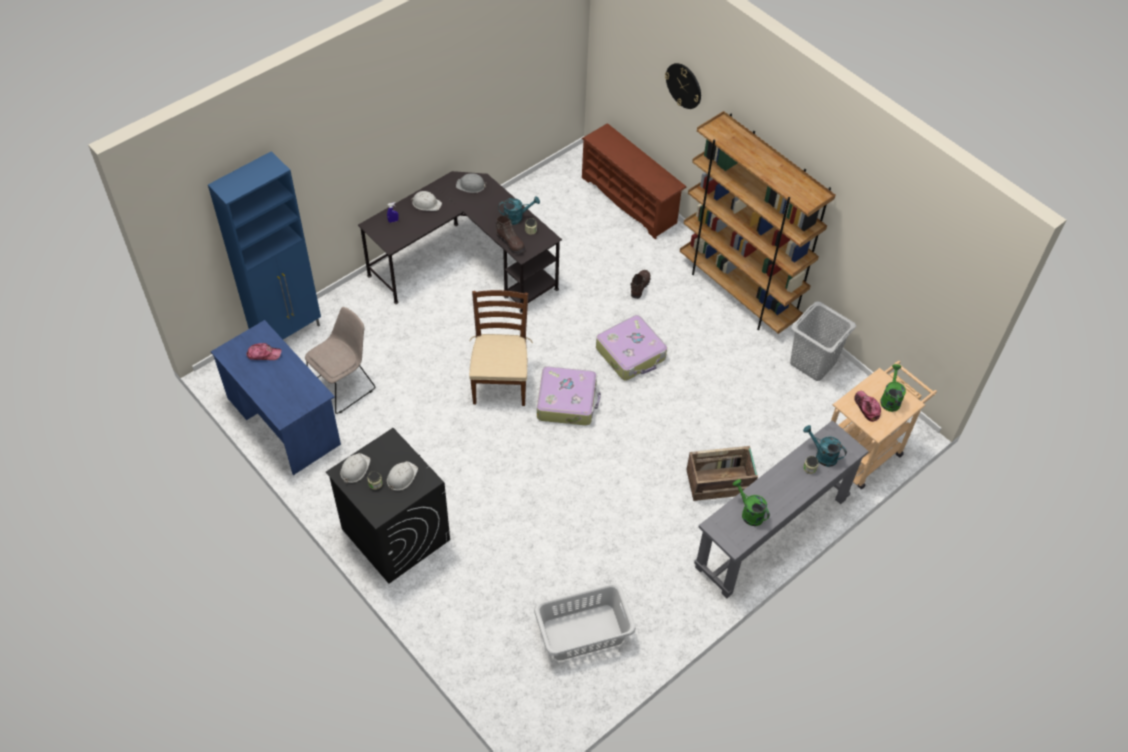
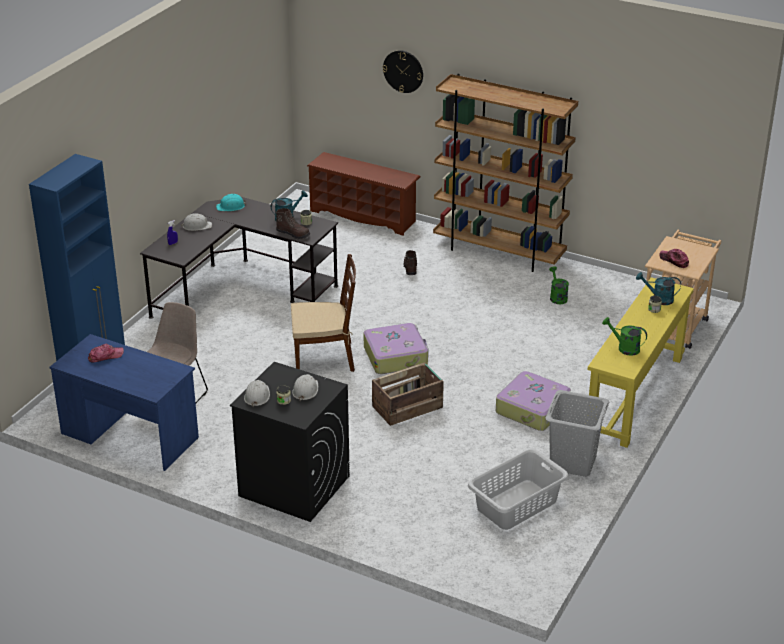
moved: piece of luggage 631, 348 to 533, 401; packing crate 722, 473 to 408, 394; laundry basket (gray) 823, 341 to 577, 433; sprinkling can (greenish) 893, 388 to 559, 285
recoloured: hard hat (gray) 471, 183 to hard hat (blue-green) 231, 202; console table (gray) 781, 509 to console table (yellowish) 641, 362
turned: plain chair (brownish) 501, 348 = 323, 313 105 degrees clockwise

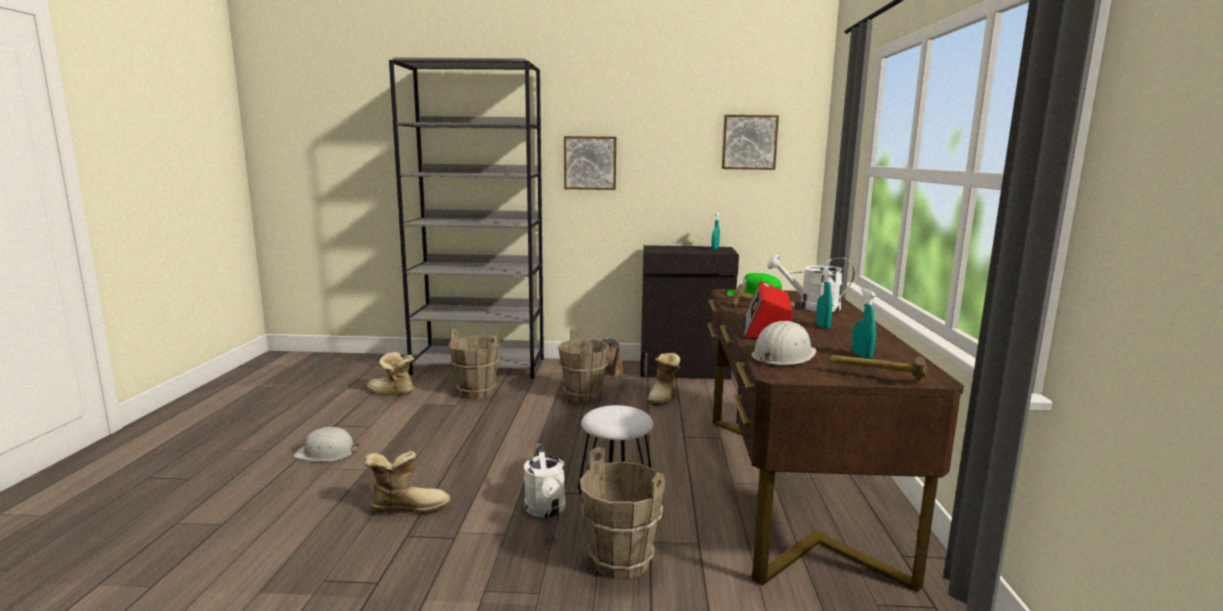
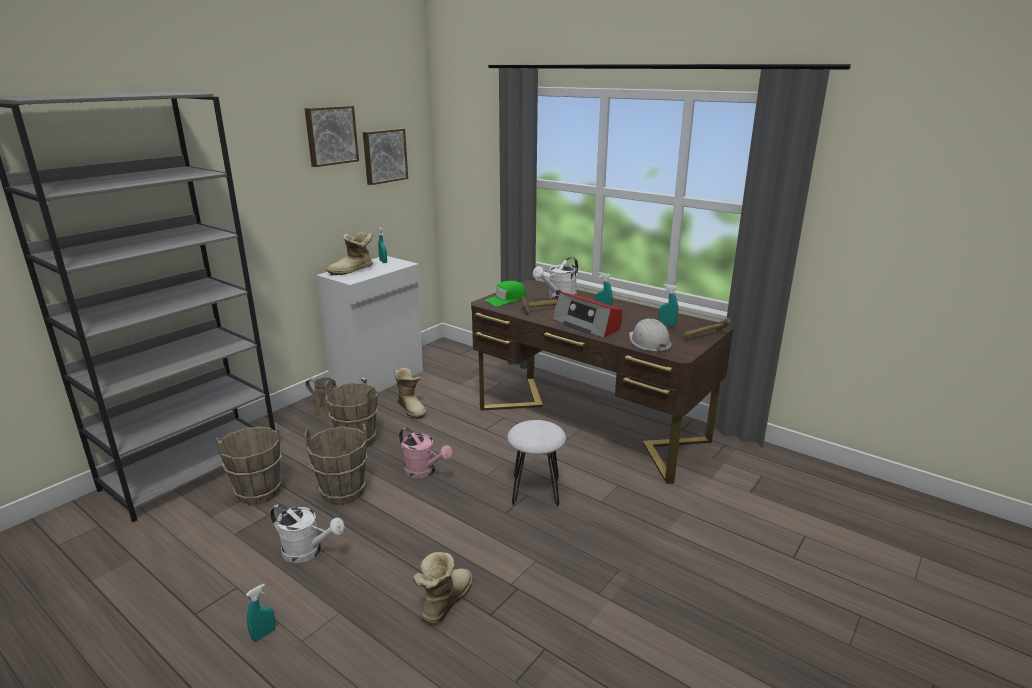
added: sprinkling can (pink) 426, 452
moved: boot 391, 373 to 349, 254; sprinkling can (white-coloured) 545, 480 to 307, 533; picture 590, 163 to 332, 136; water bucket (brownish) 622, 513 to 336, 464
replaced: hard hat (white-coloured) 326, 444 to spray bottle (blue-green) 260, 612
recoloured: cabinet (black-coloured) 690, 312 to cabinet (white-coloured) 369, 324

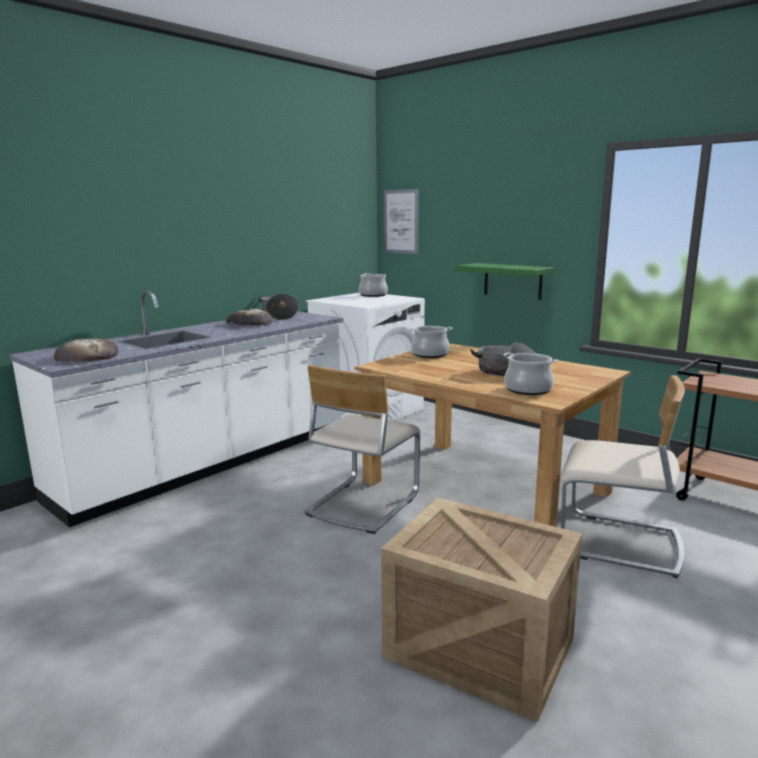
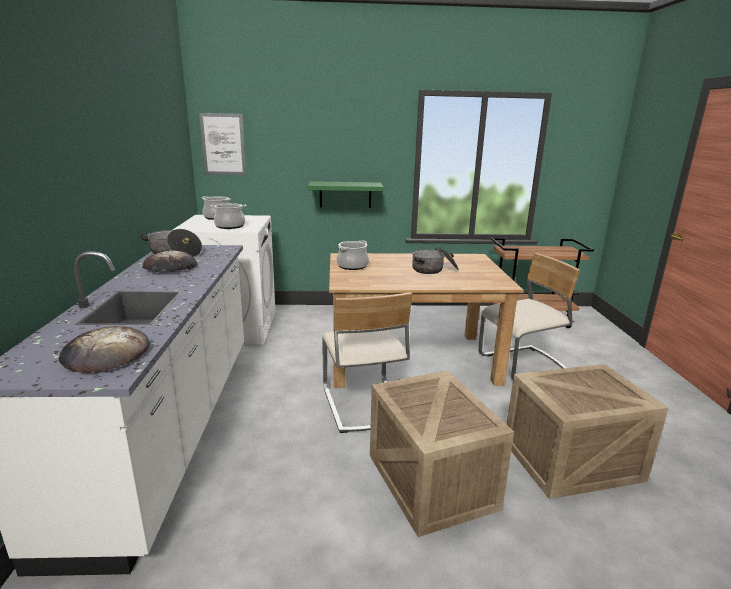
added: packing crate 442, 453
moved: cooking pot 530, 374 to 228, 216

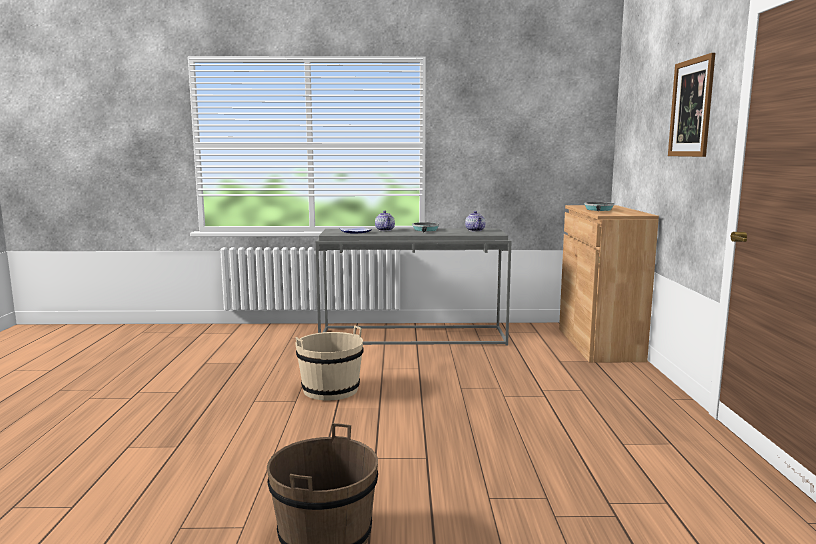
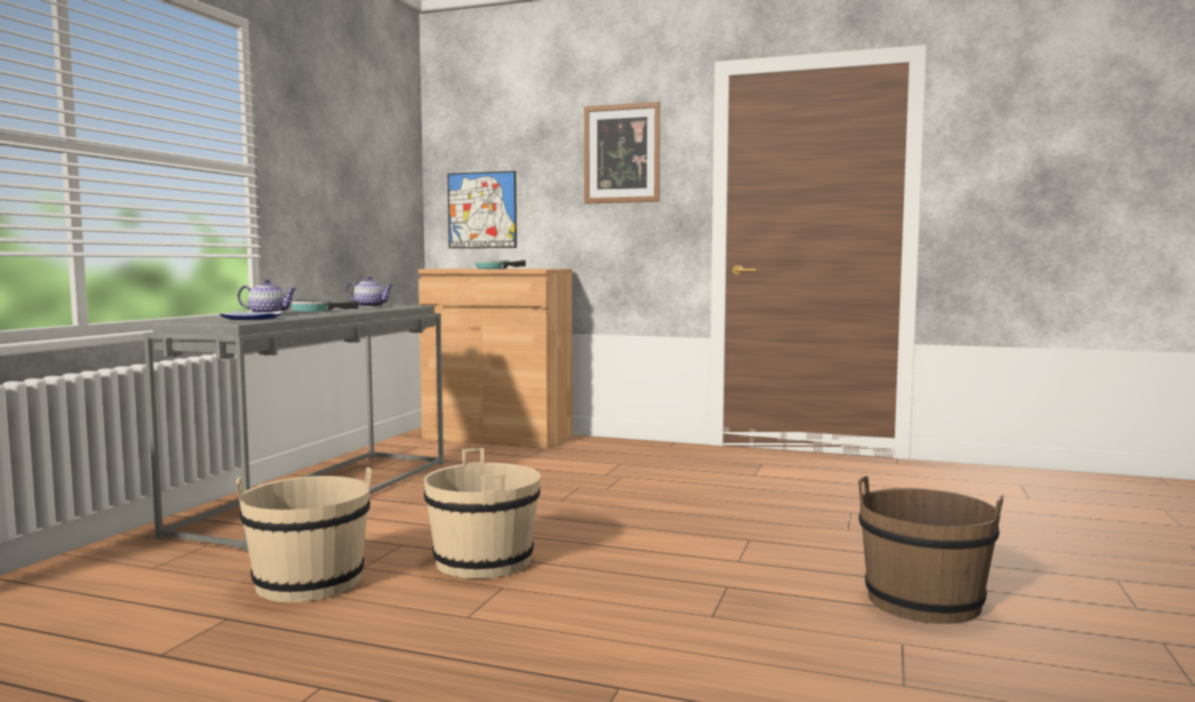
added: water bucket (beige-coloured) 304, 534; picture 482, 209

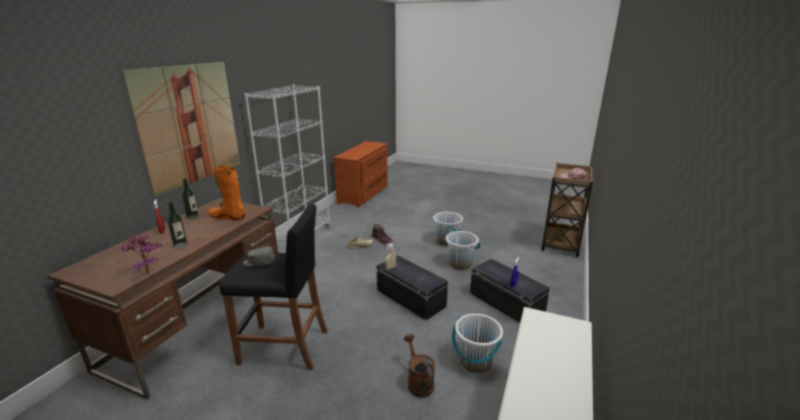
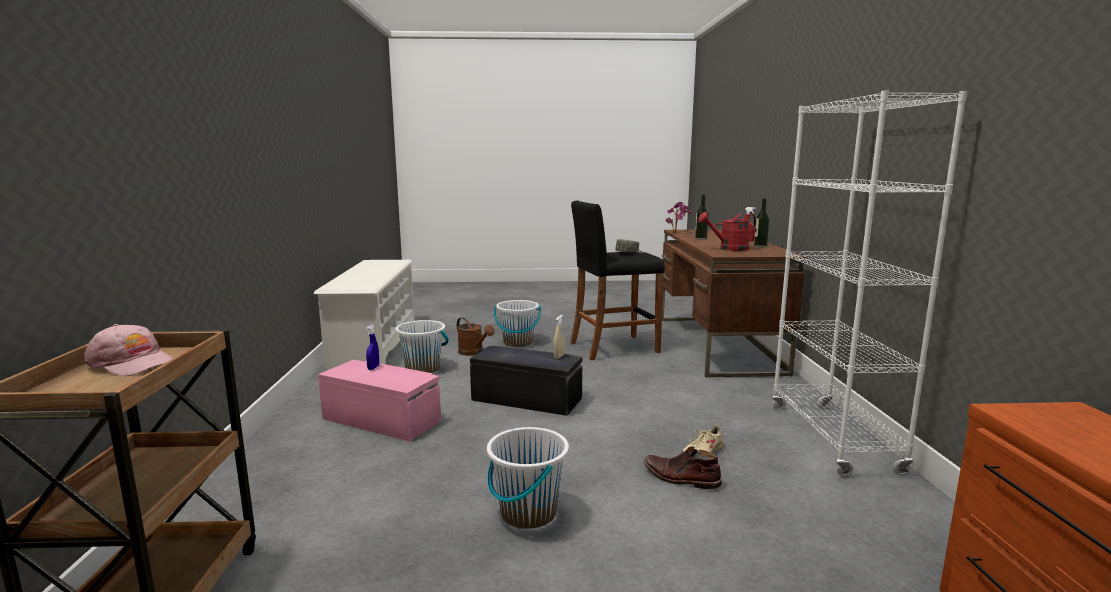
removed: picture 181, 129
moved: water bucket (white-coloured) 462, 250 to 517, 323
replaced: boot (orange) 227, 193 to sprinkling can (red-coloured) 727, 231
recoloured: storage bin (black-coloured) 510, 291 to storage bin (pink) 379, 400

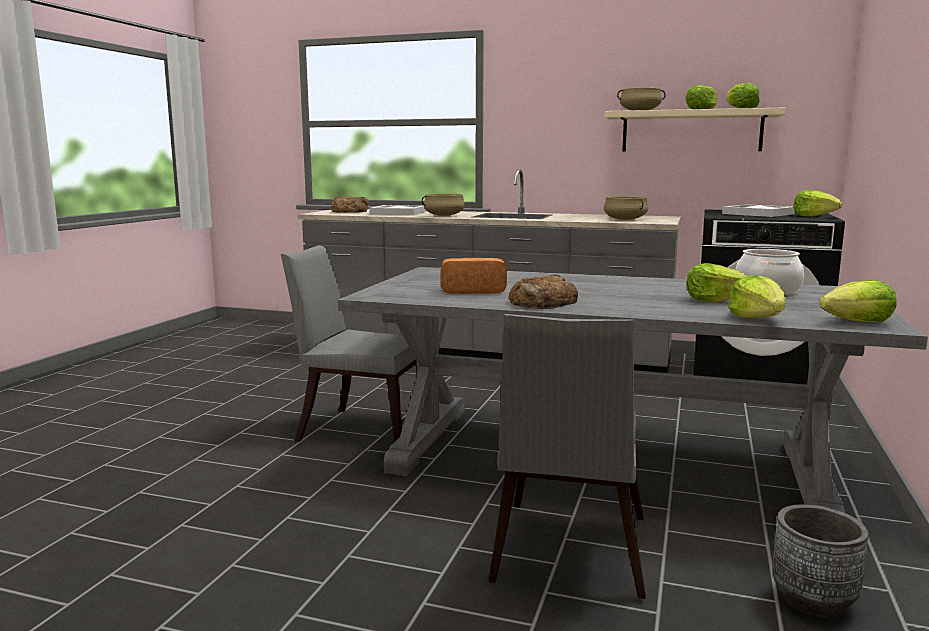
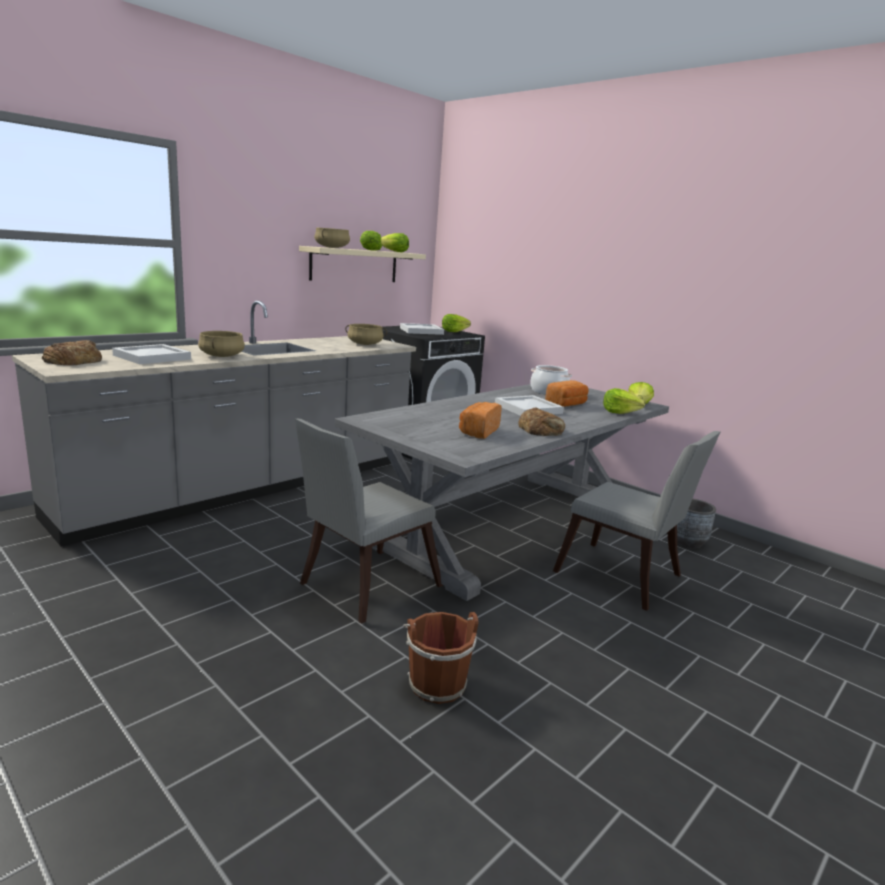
added: water bucket (brownish) 440, 658; carrying tray (white-coloured) 529, 405
replaced: head of lettuce 717, 282 to bakery bread 567, 393

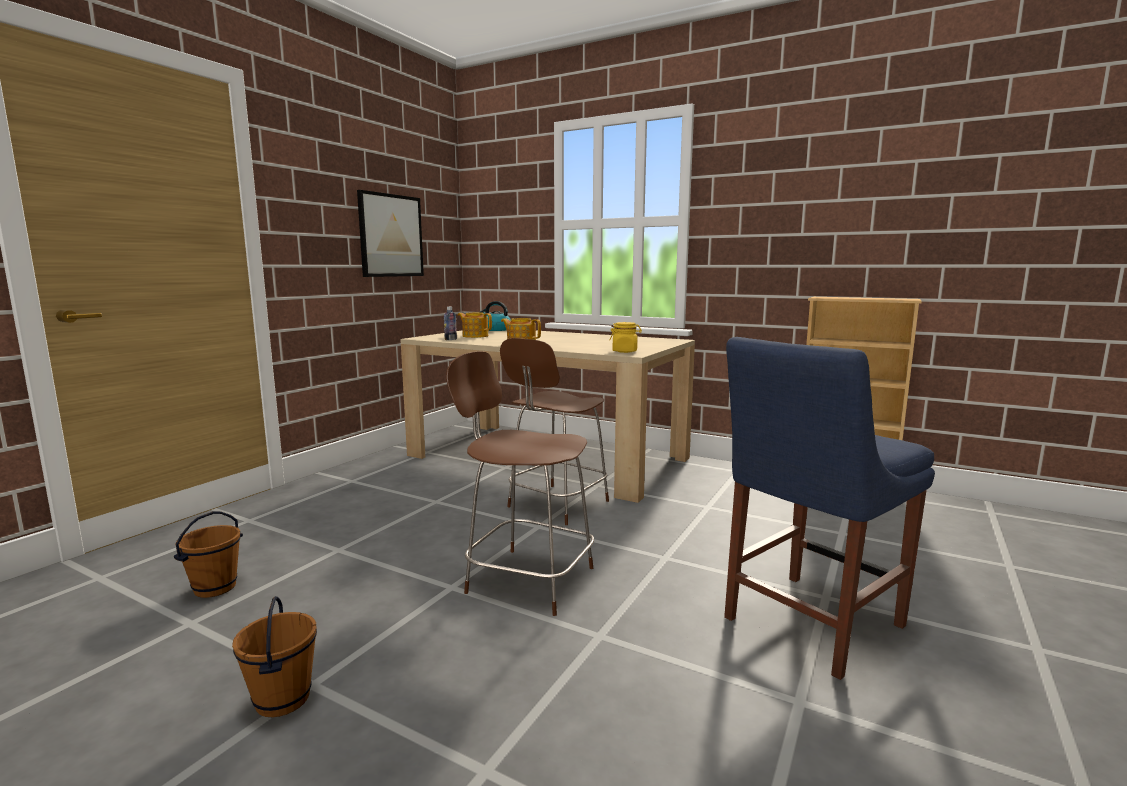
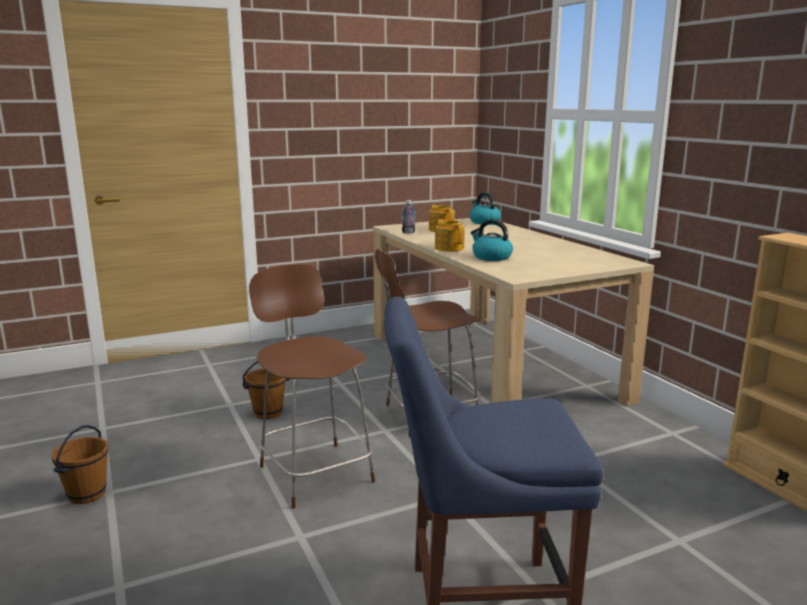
removed: picture 390, 233; preserve jar (yellowish) 625, 337
added: kettle 491, 240
moved: water bucket (brownish) 208, 554 to 266, 390

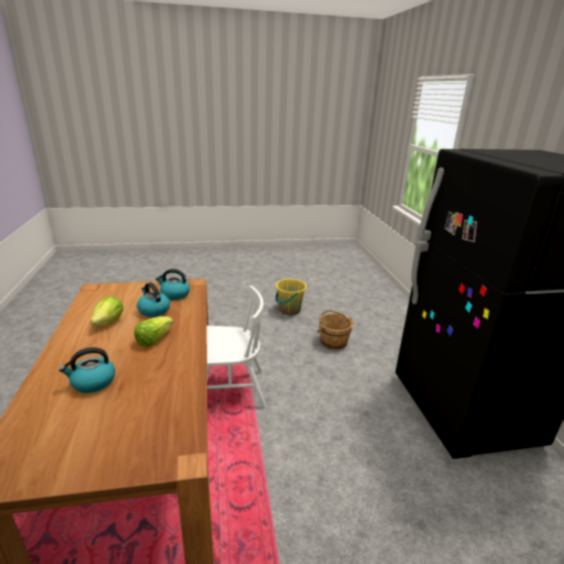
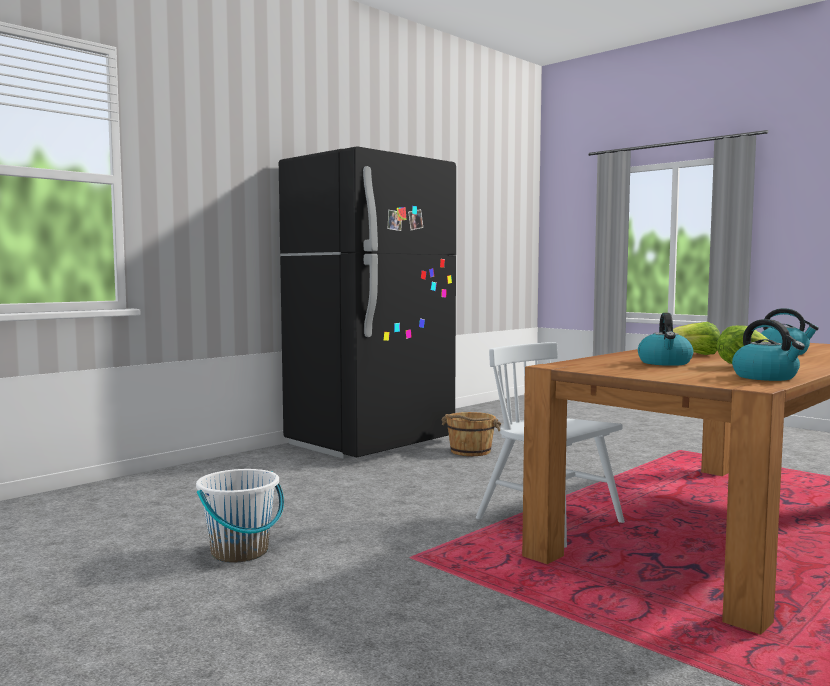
moved: kettle 173, 284 to 768, 350; water bucket (brownish) 335, 330 to 471, 434
recoloured: water bucket (yellowish) 291, 297 to water bucket (white-coloured) 240, 515

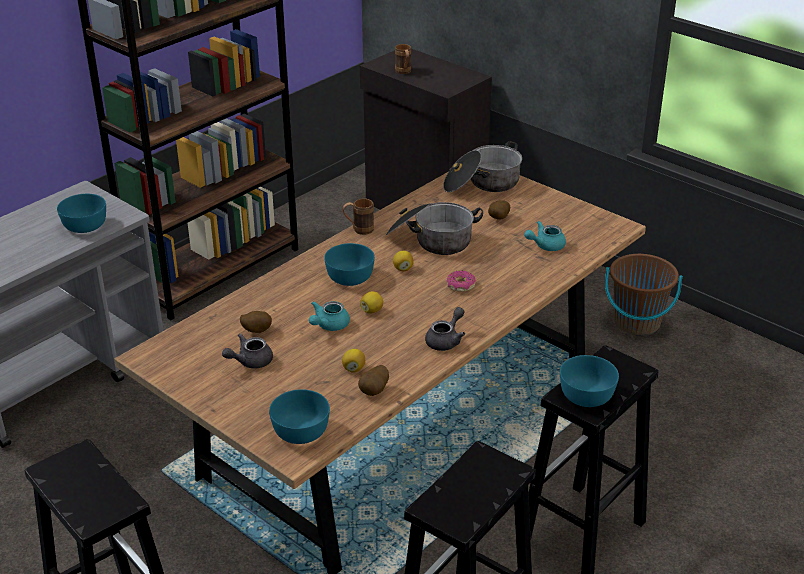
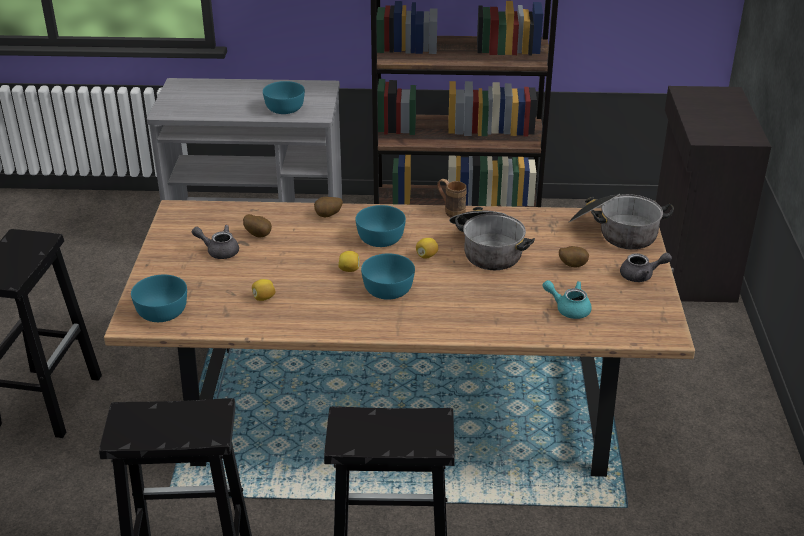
removed: tea pot (blue-green) 329, 316; coffee mug (brownish) 403, 59; doughnut 461, 281; water bucket (brownish) 643, 294
moved: whole potato 373, 380 to 328, 207; tea pot (gray) 445, 329 to 646, 267; serving bowl (blue-green) 589, 381 to 388, 277

